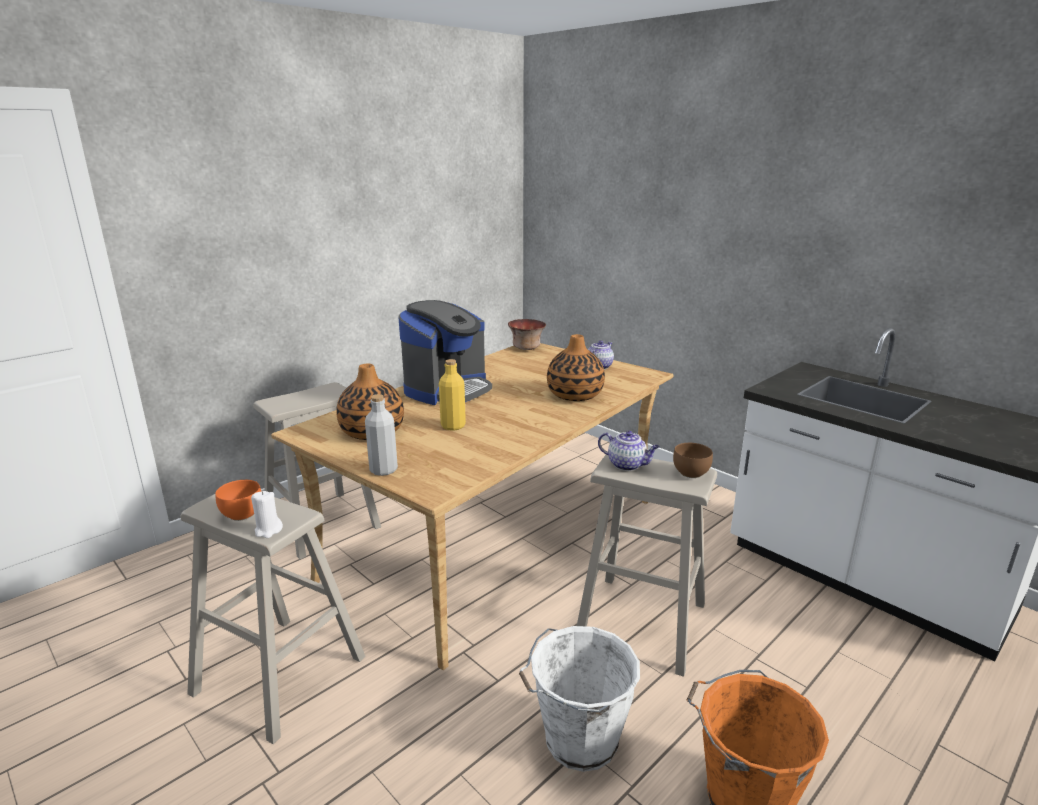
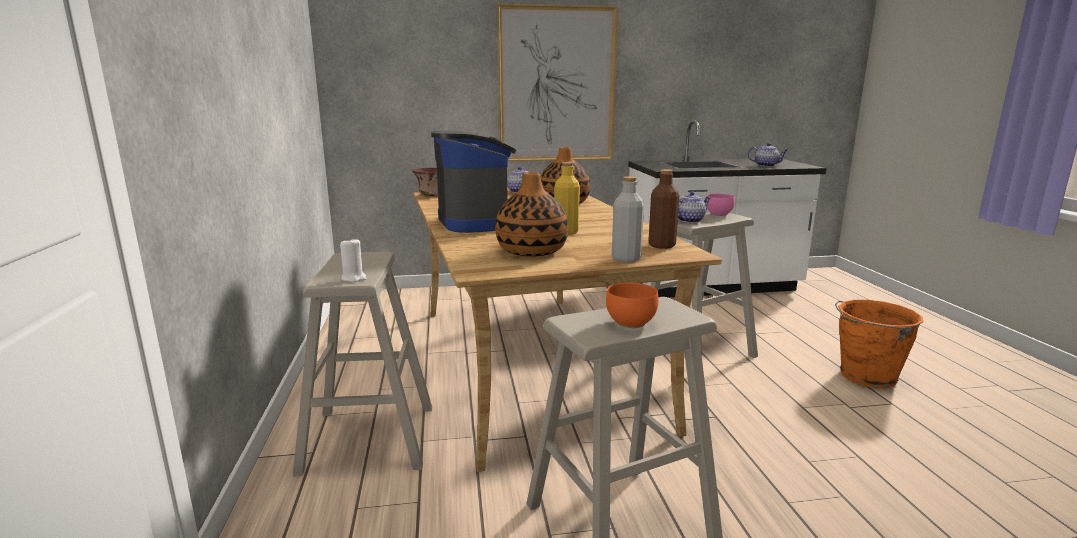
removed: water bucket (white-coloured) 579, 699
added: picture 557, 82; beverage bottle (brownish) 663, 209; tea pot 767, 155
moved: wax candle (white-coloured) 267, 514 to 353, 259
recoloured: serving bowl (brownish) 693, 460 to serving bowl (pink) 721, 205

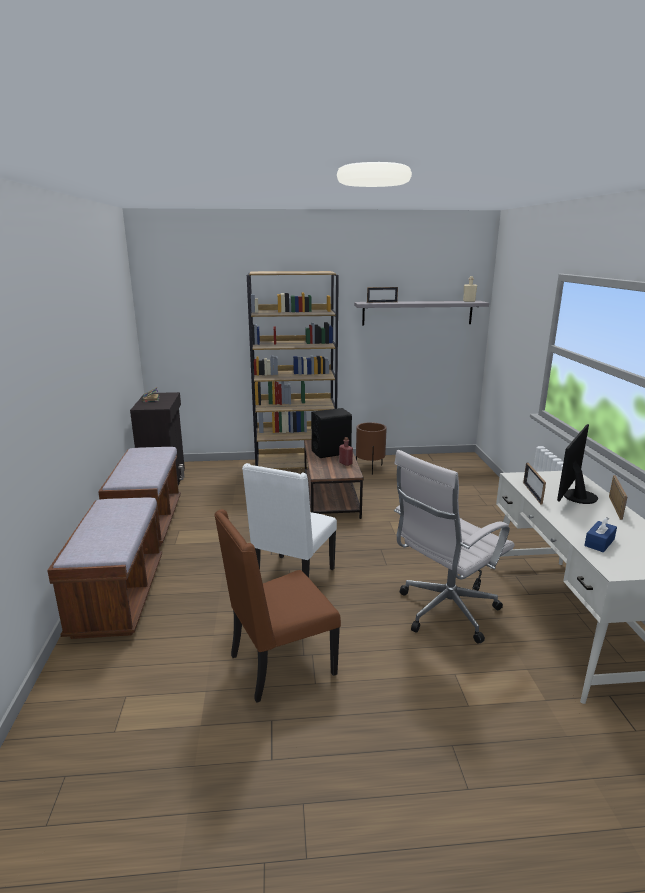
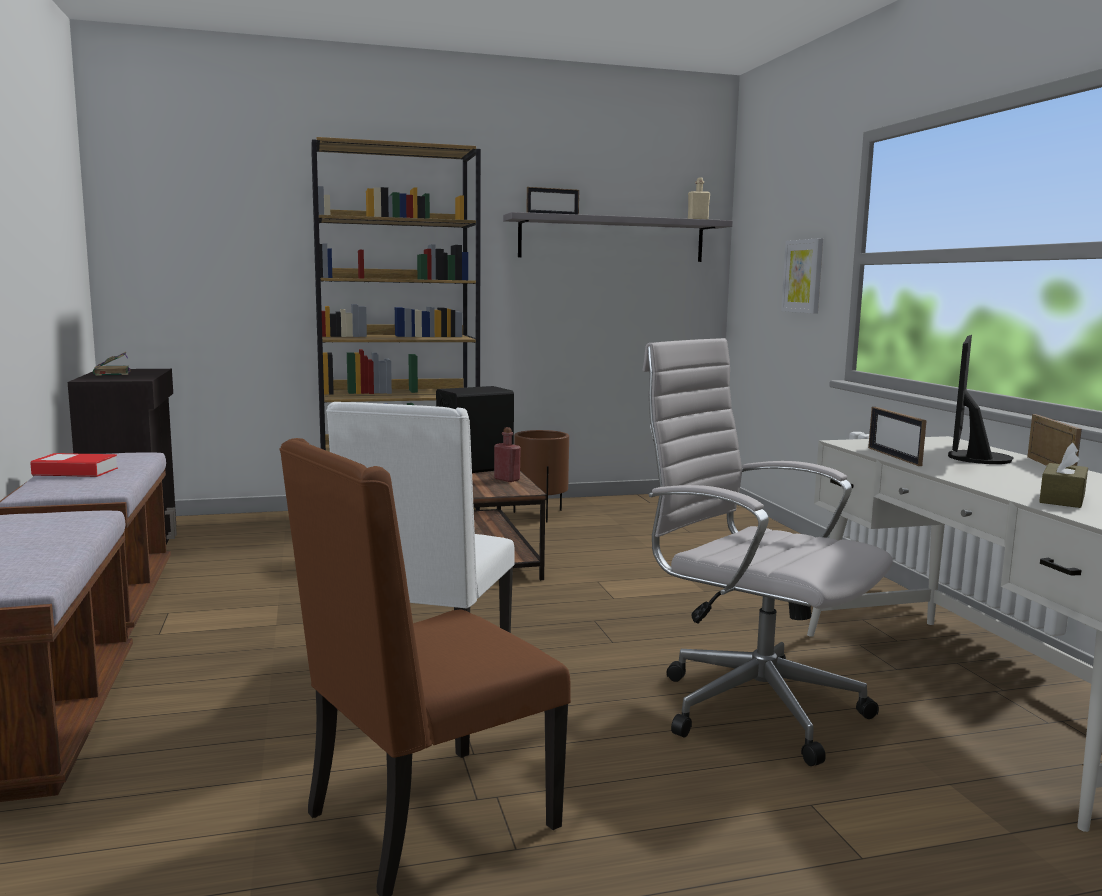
added: volume 74, 465; picture 802, 276
recoloured: tissue holder (blue) 600, 534 to tissue holder (brownish) 1063, 475
turned: office chair (white-coloured) 454, 547 = 767, 552 90 degrees clockwise

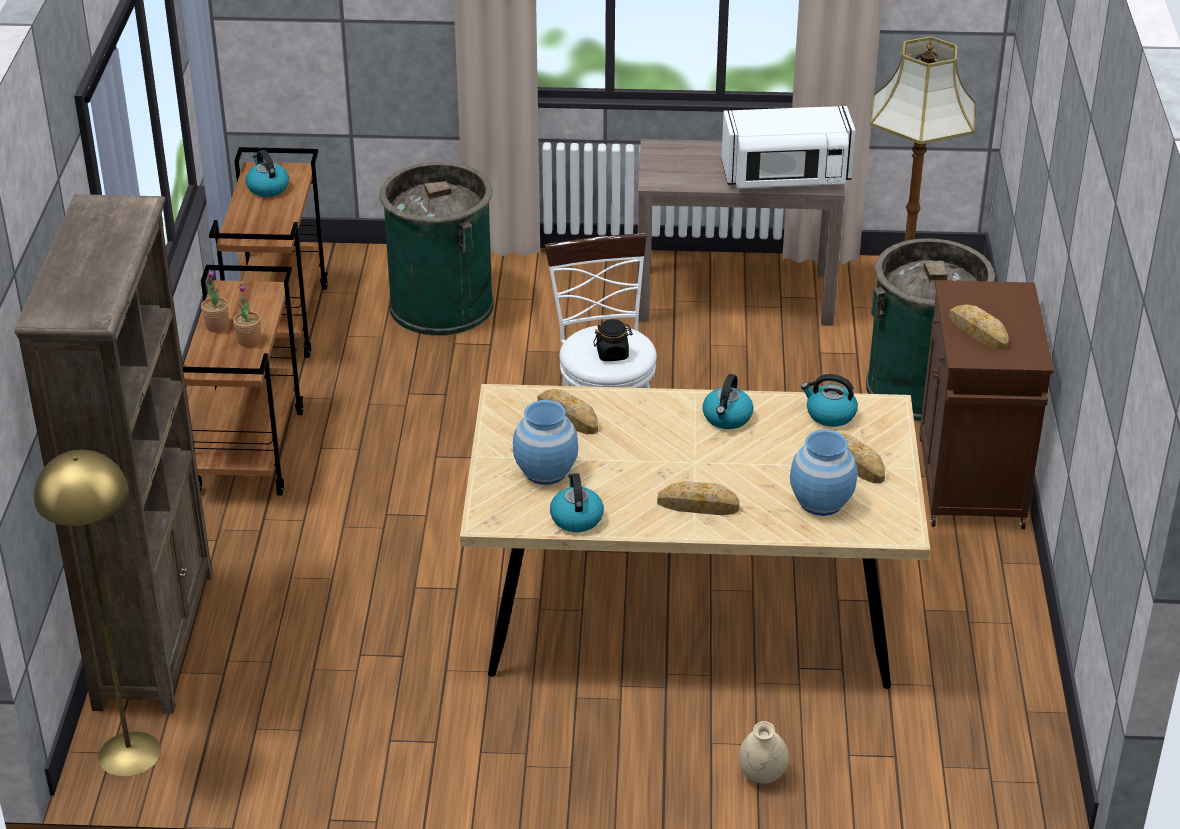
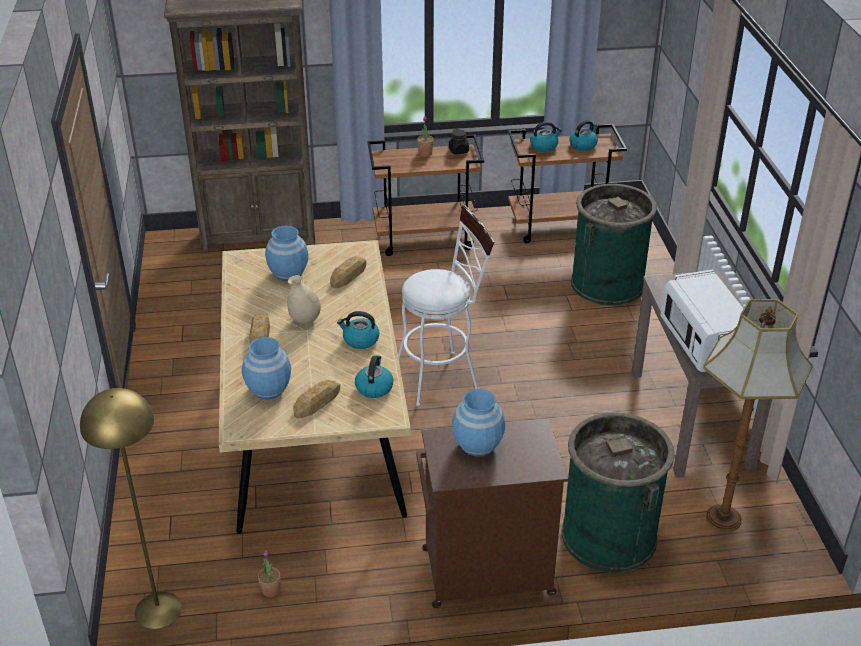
moved: floor lamp (yellowish) 97, 613 to 131, 508; houseplant 247, 315 to 269, 573; kettle 577, 502 to 546, 137; preserve jar (black-coloured) 613, 340 to 459, 142; flower vase (beige-coloured) 764, 752 to 304, 299
replaced: bakery bread 978, 327 to flower vase (blue) 478, 422

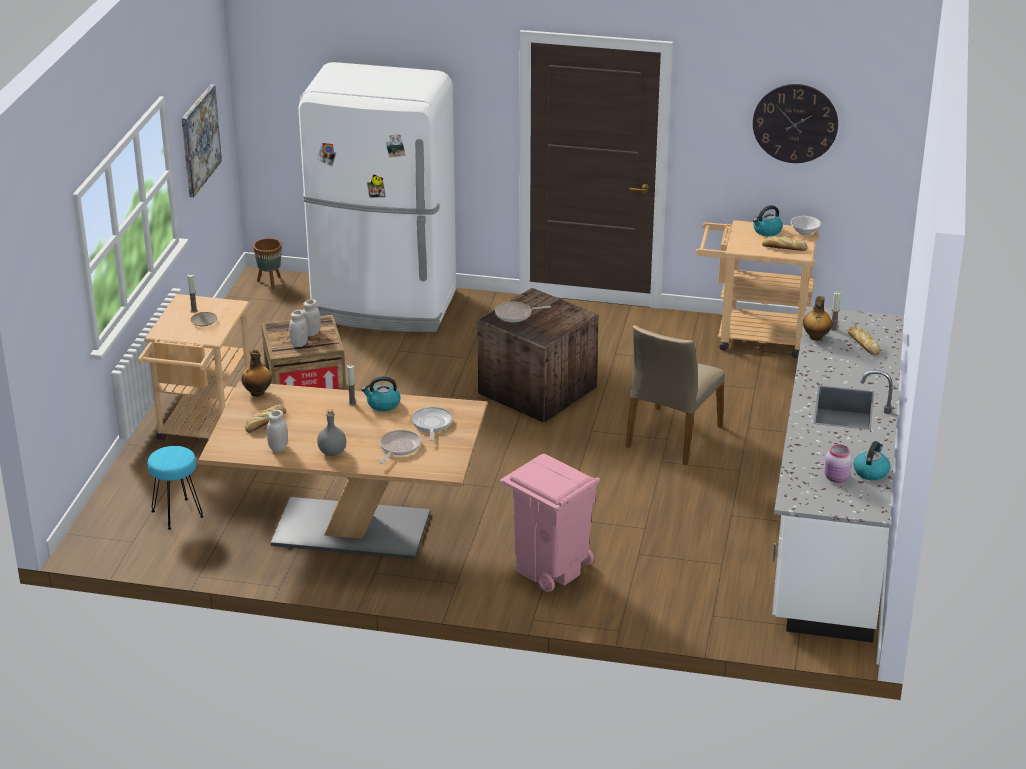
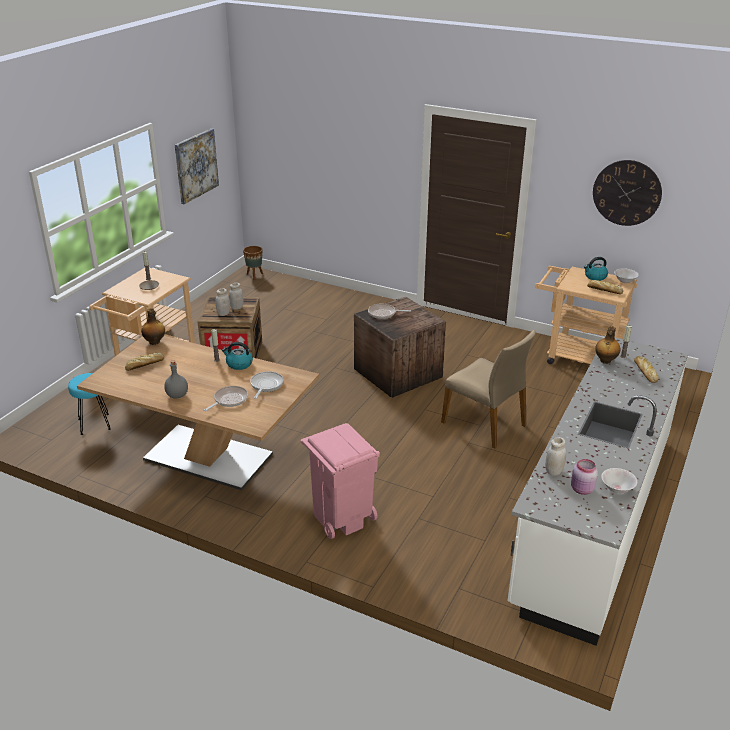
removed: refrigerator (white-coloured) 377, 197
moved: preserve jar (white-coloured) 277, 431 to 555, 456
replaced: kettle 872, 460 to serving bowl (white-coloured) 619, 480
turned: plain chair (beige-coloured) 675, 395 = 488, 389 90 degrees counterclockwise

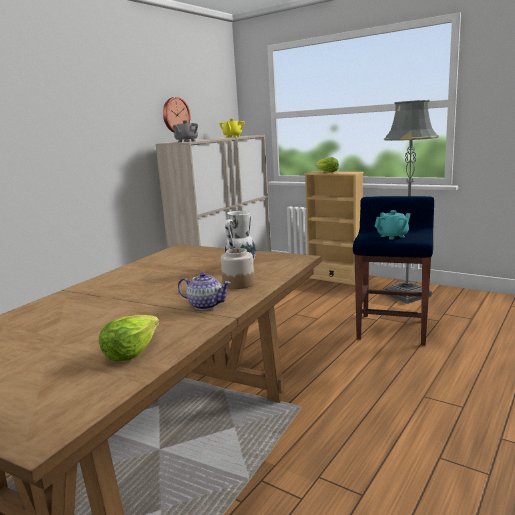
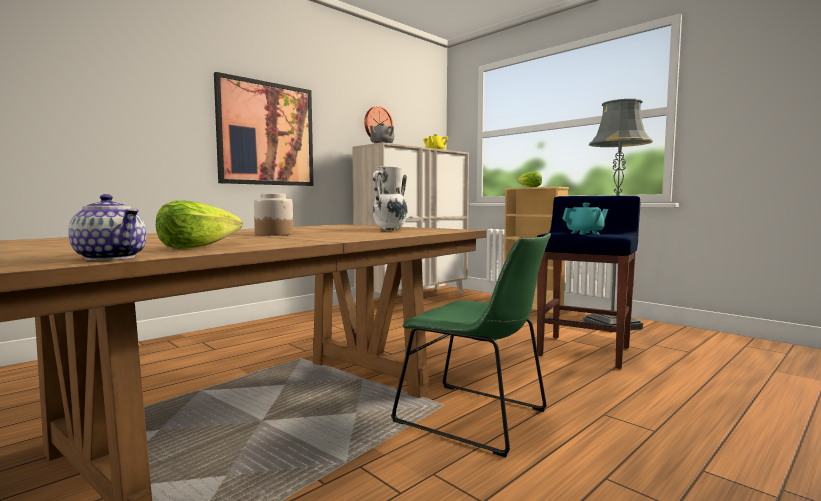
added: picture 263, 129; plain chair (greenish) 471, 345
moved: tea pot 204, 291 to 107, 227; preserve jar 237, 268 to 273, 215

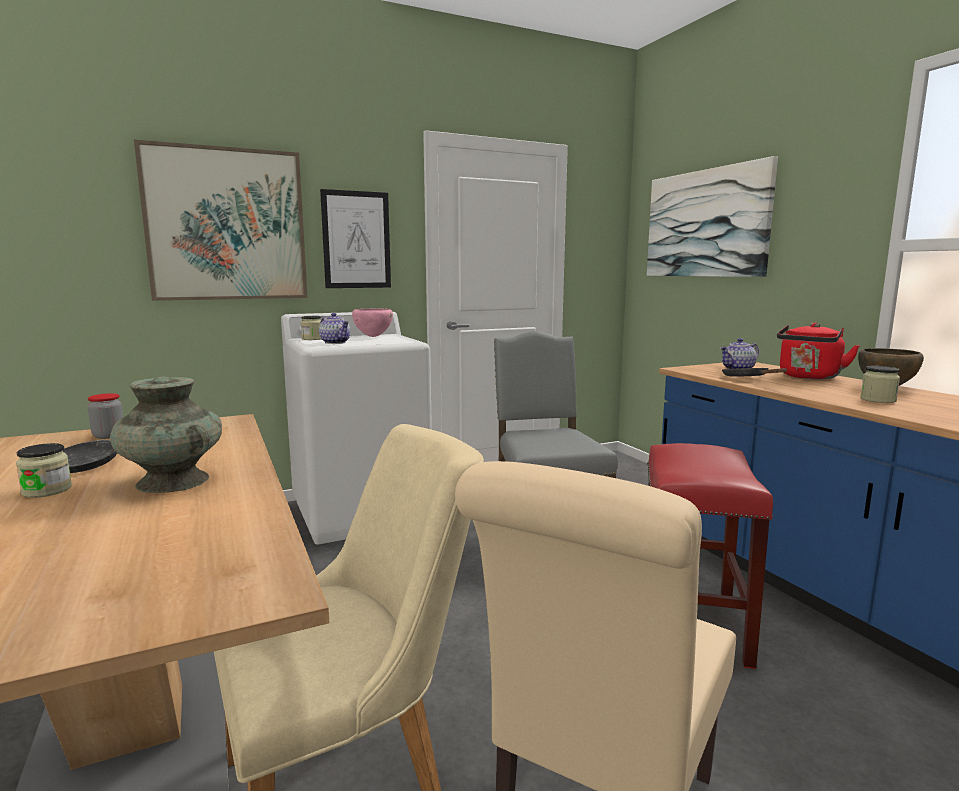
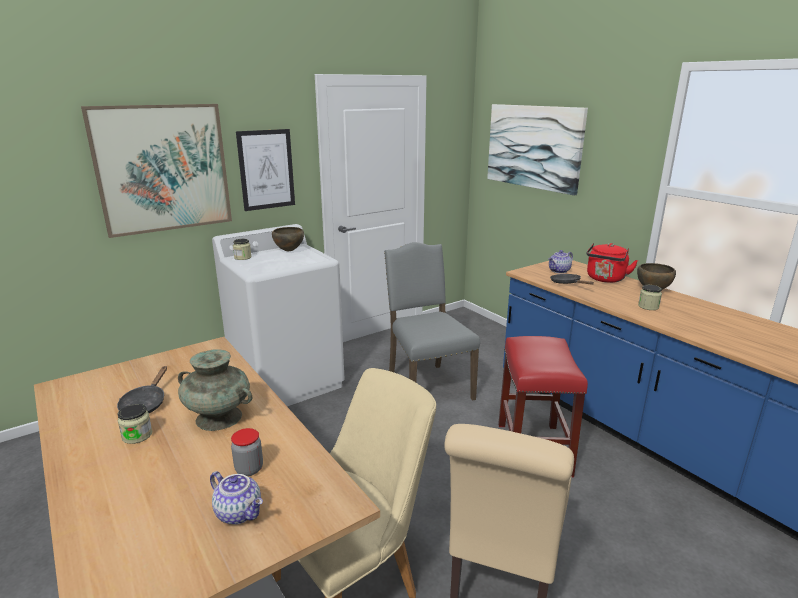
moved: preserve jar 105, 416 to 247, 452; tea pot 334, 328 to 236, 497
recoloured: serving bowl (pink) 372, 322 to serving bowl (brownish) 288, 239

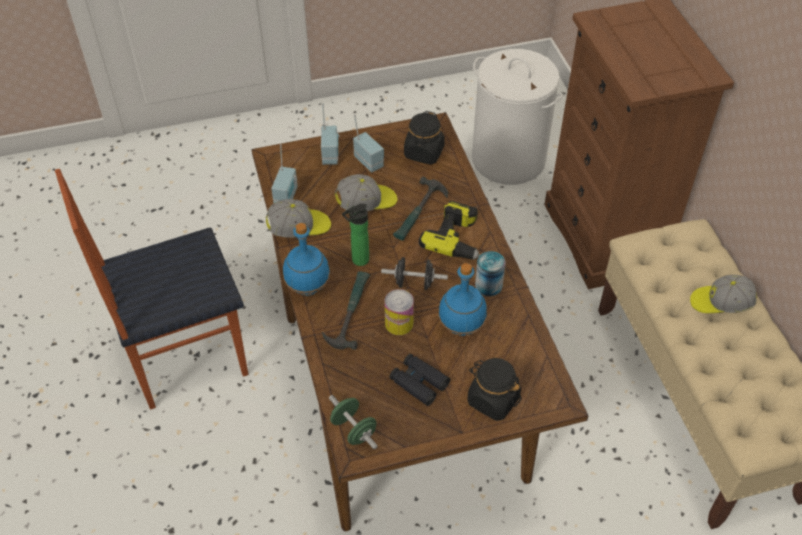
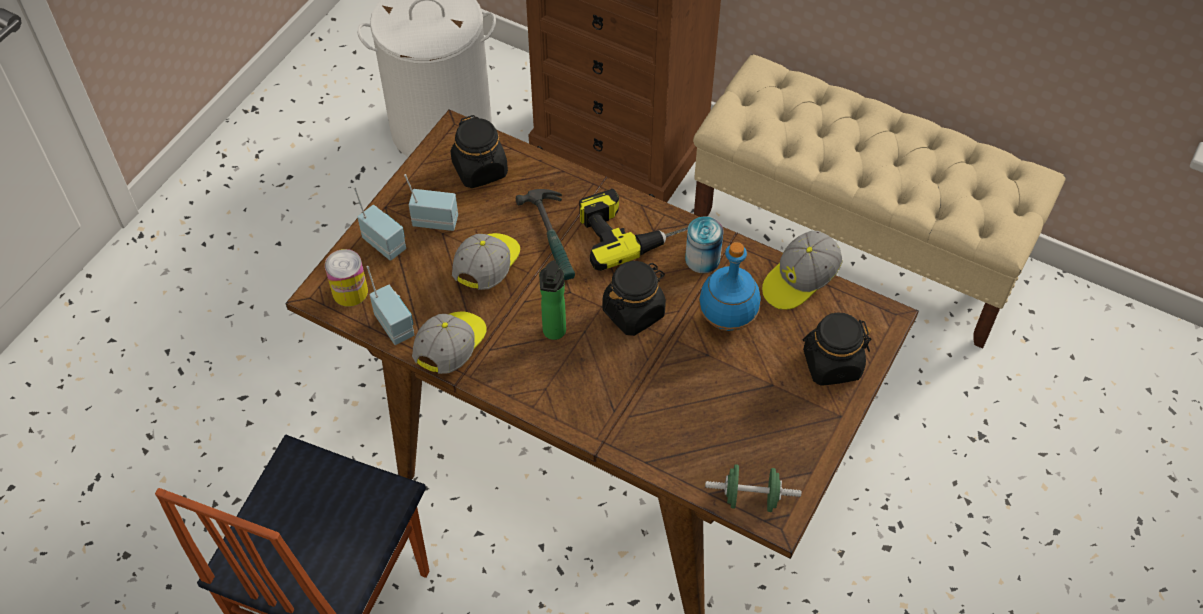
removed: beverage bottle (blue) 306, 259; hammer 346, 310; field glasses (black-coloured) 420, 380
moved: sealed can 399, 312 to 346, 278; baseball cap 723, 294 to 802, 270
replaced: hand weight (black-coloured) 414, 273 to preserve jar (black-coloured) 634, 298

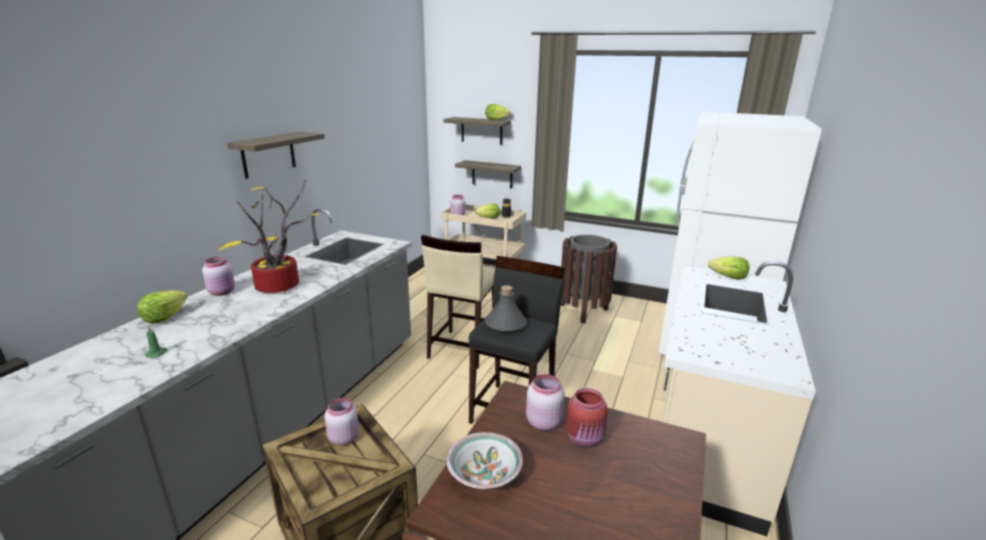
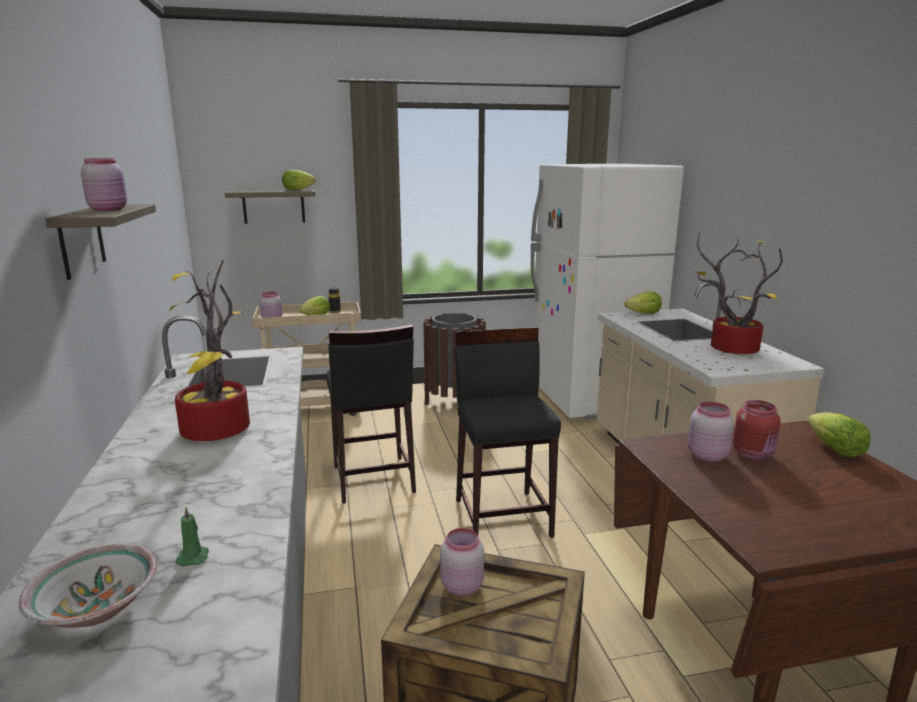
removed: bracket shelf 488, 174; beverage bottle (gray) 506, 309
added: houseplant 739, 293
moved: head of lettuce 162, 306 to 839, 434; preserve jar (pink) 218, 276 to 104, 184; serving bowl 485, 460 to 88, 586
recoloured: stool (beige-coloured) 458, 302 to stool (black-coloured) 371, 414

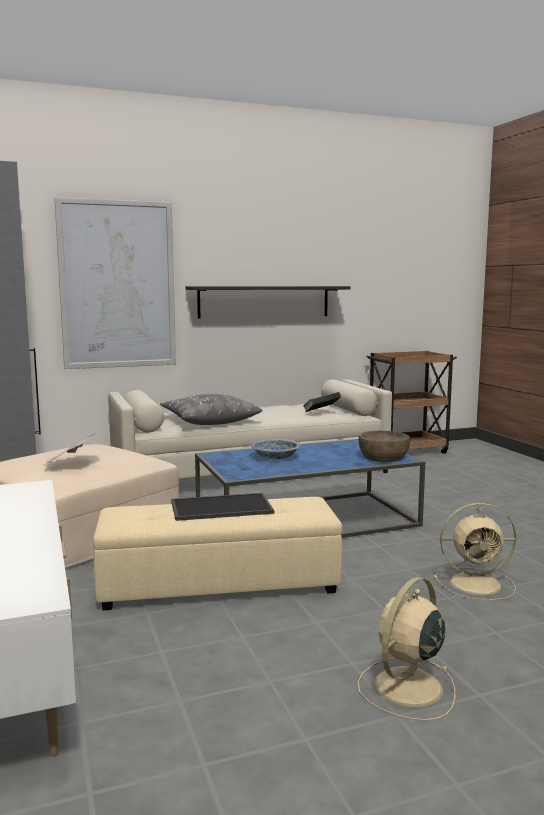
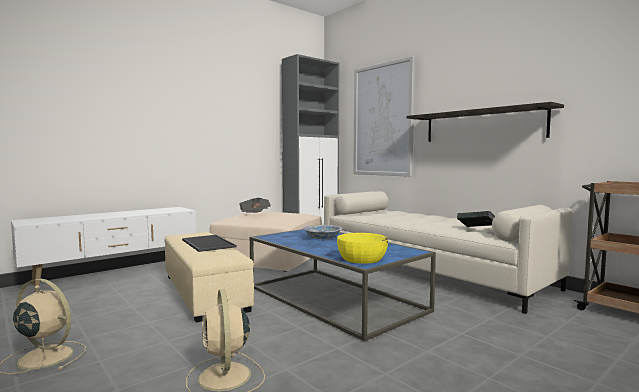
removed: throw pillow (gray) 211, 409
recoloured: serving bowl (brownish) 384, 446 to serving bowl (yellowish) 362, 248

